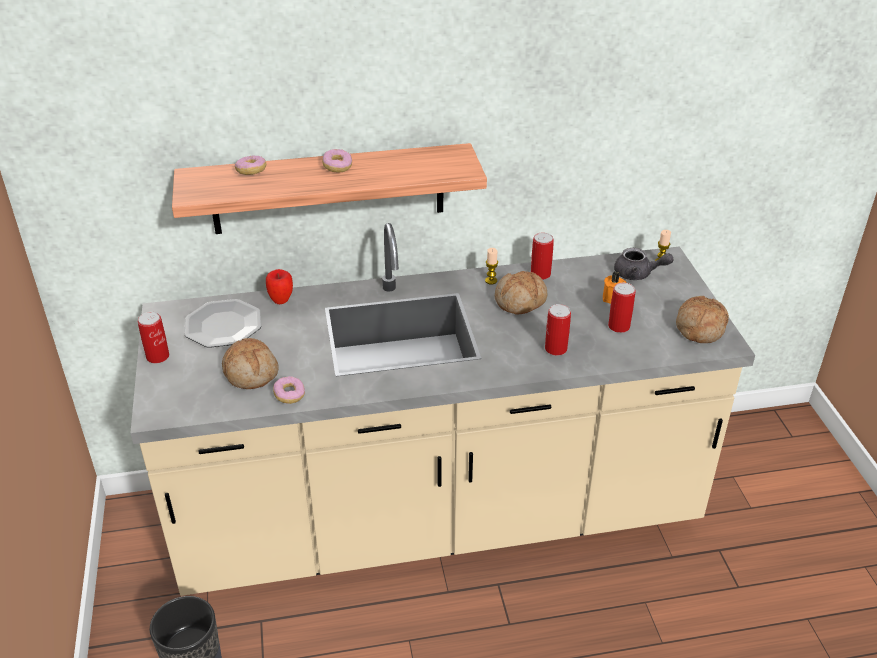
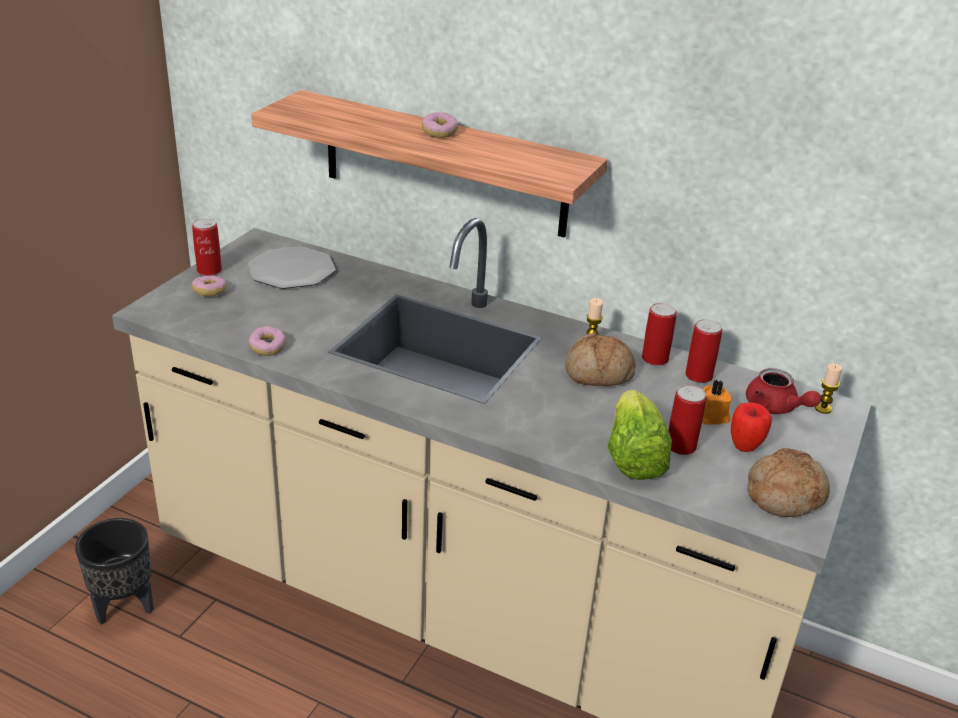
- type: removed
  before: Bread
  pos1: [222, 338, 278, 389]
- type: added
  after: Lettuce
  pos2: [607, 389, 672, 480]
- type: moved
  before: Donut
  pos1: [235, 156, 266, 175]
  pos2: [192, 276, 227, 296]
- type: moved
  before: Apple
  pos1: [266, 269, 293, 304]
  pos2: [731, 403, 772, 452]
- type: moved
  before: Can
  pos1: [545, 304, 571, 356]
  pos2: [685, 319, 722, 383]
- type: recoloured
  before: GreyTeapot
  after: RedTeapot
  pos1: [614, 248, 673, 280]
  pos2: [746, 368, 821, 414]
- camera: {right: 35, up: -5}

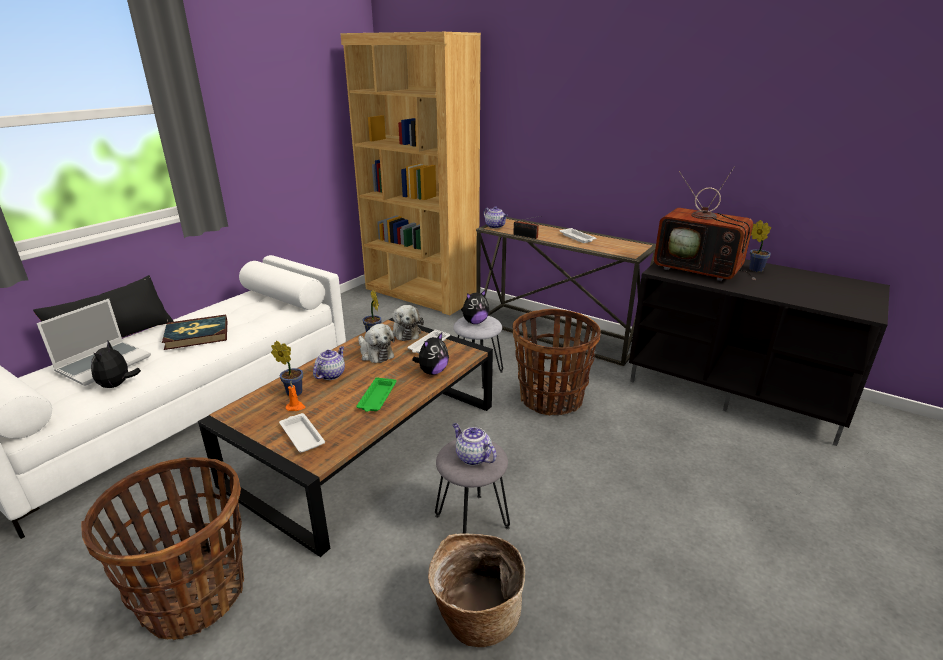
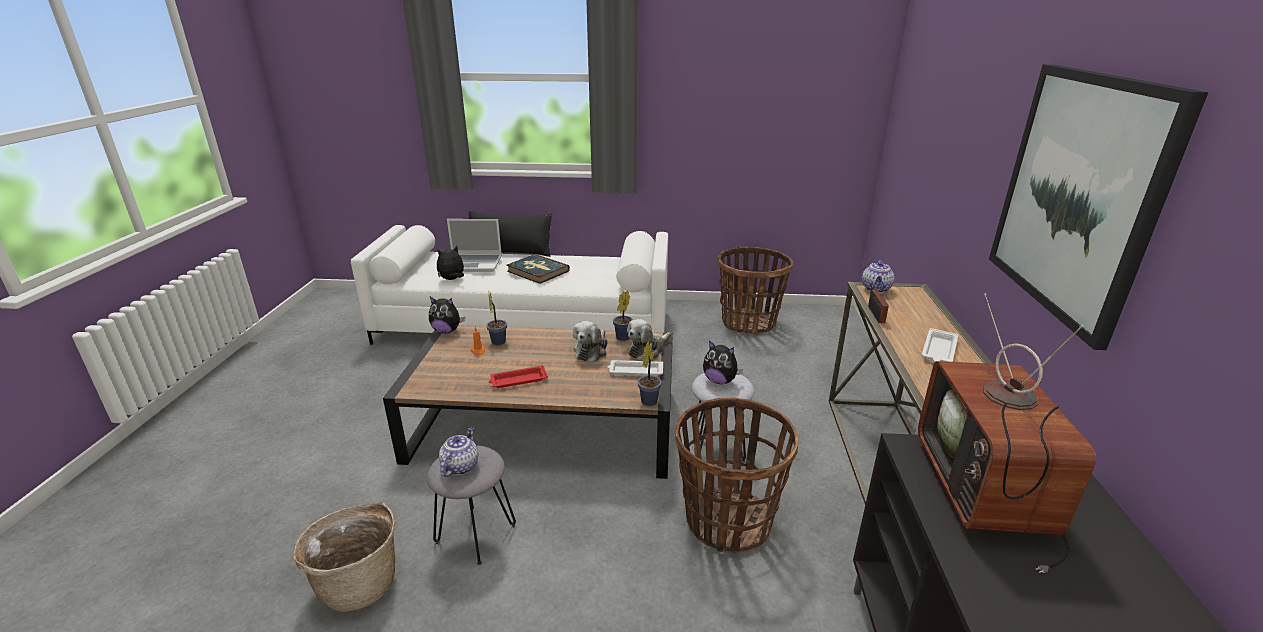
- type: removed
  before: WhiteTray
  pos1: [279, 413, 325, 453]
- type: removed
  before: Teapot
  pos1: [313, 346, 345, 380]
- type: removed
  before: BrownBookcase
  pos1: [340, 32, 481, 315]
- type: added
  after: Picture
  pos2: [989, 64, 1208, 350]
- type: moved
  before: Basket
  pos1: [81, 457, 244, 640]
  pos2: [718, 247, 793, 334]
- type: moved
  before: PlushToy
  pos1: [412, 333, 449, 375]
  pos2: [429, 297, 465, 333]
- type: moved
  before: PottedPlant
  pos1: [749, 220, 771, 272]
  pos2: [638, 342, 662, 406]
- type: recoloured
  before: GreenTray
  after: RedTray
  pos1: [356, 377, 397, 412]
  pos2: [489, 365, 548, 388]
- camera: {right: 60, up: 0}

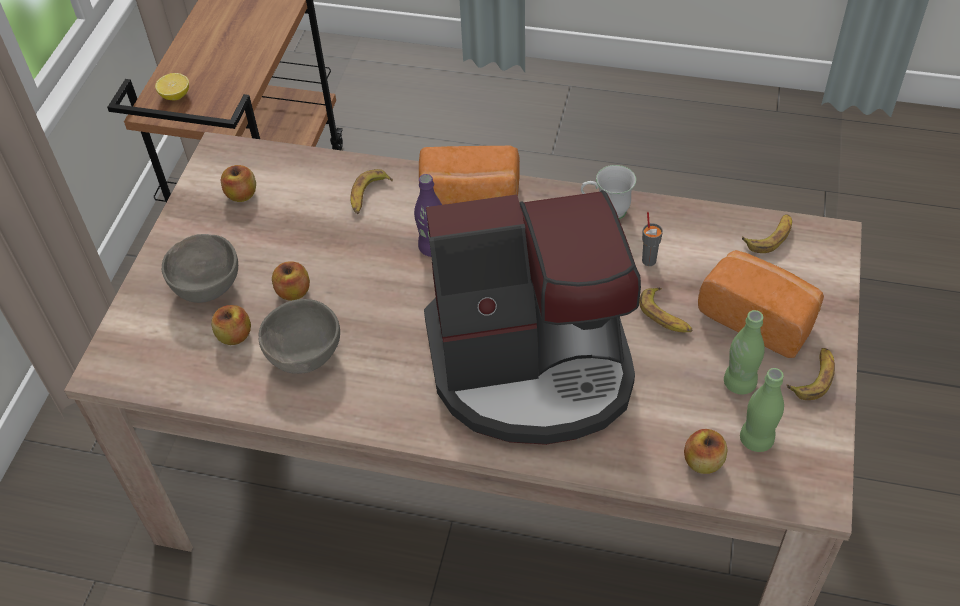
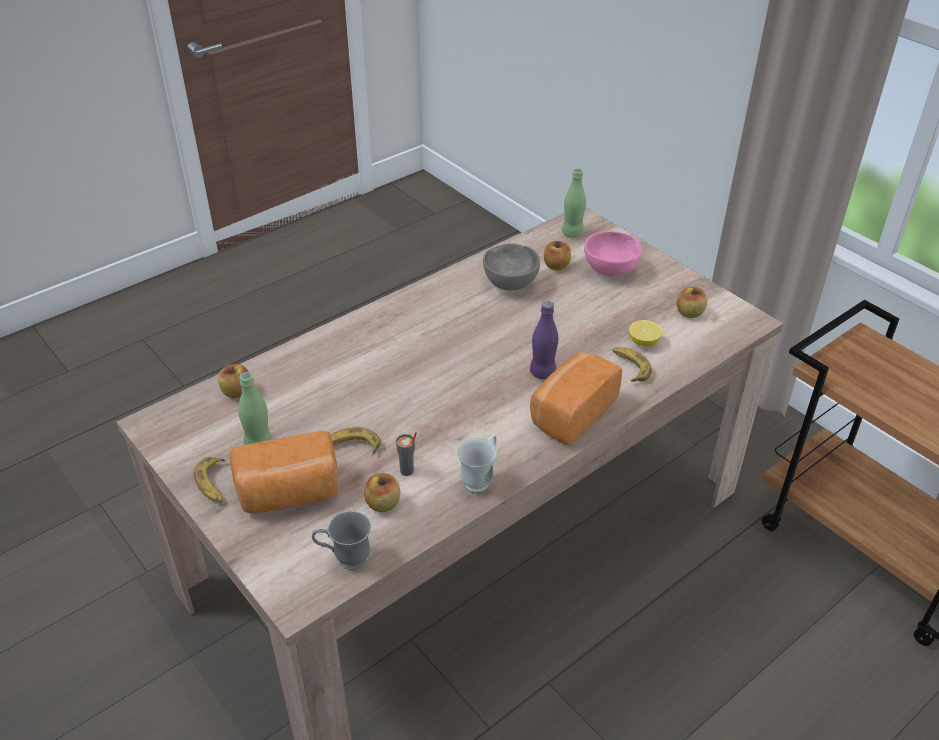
- type: removed
  before: CoffeeMachine
  pos1: [424, 190, 641, 445]
- type: moved
  before: Lemon
  pos1: [155, 73, 189, 100]
  pos2: [629, 320, 662, 346]
- type: moved
  before: Apple
  pos1: [272, 261, 310, 301]
  pos2: [364, 473, 400, 512]
- type: moved
  before: GreenBottle
  pos1: [740, 368, 784, 452]
  pos2: [562, 168, 586, 238]
- type: replaced
  before: Banana
  after: GreyMug
  pos1: [742, 214, 792, 253]
  pos2: [312, 511, 371, 570]
- type: recoloured
  before: GreyBowl
  after: PinkBowl
  pos1: [162, 234, 238, 303]
  pos2: [584, 231, 642, 276]
- camera: {right: 125, up: -10}

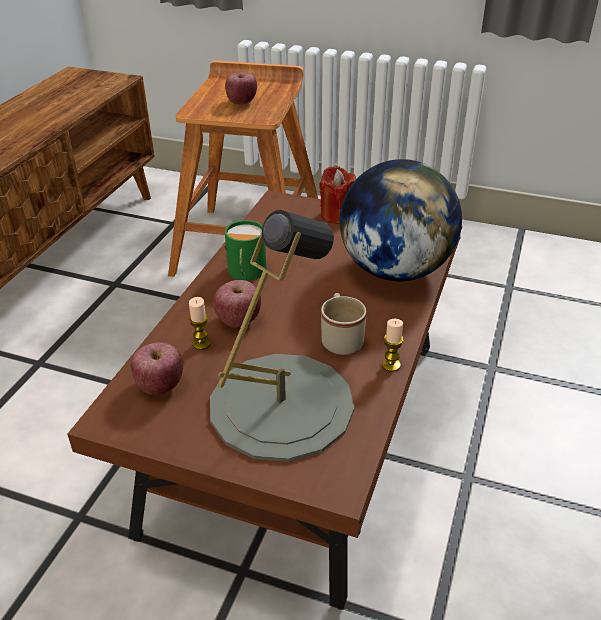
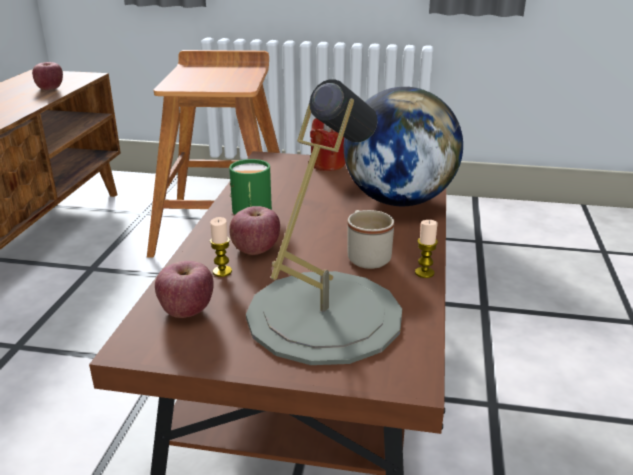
- type: moved
  before: Apple
  pos1: [225, 72, 257, 105]
  pos2: [32, 62, 63, 90]
- camera: {right: -10, up: -10}

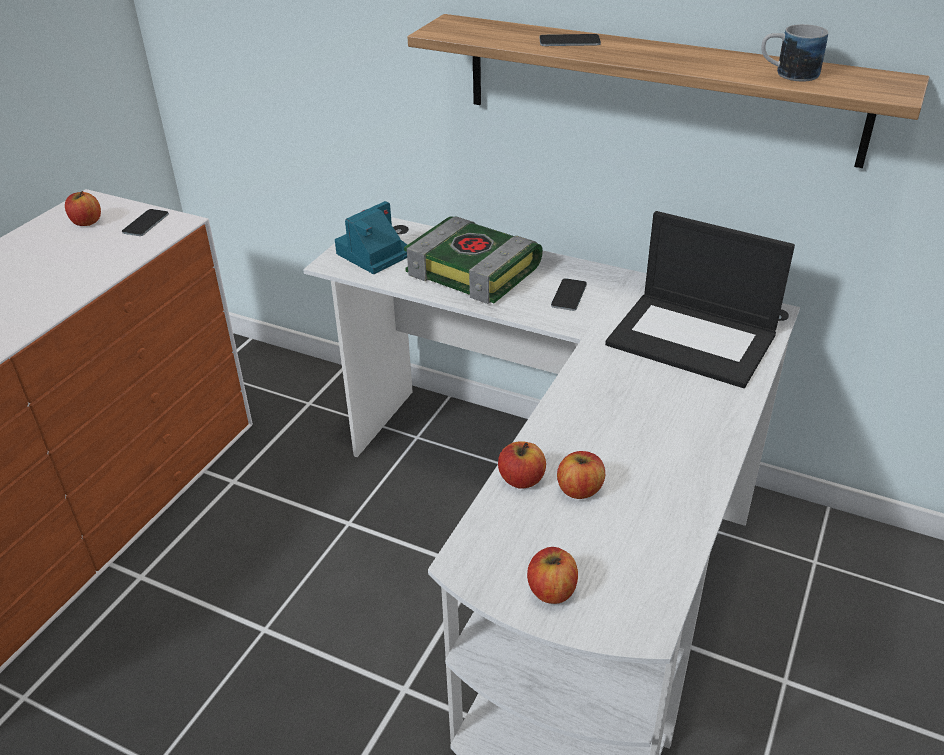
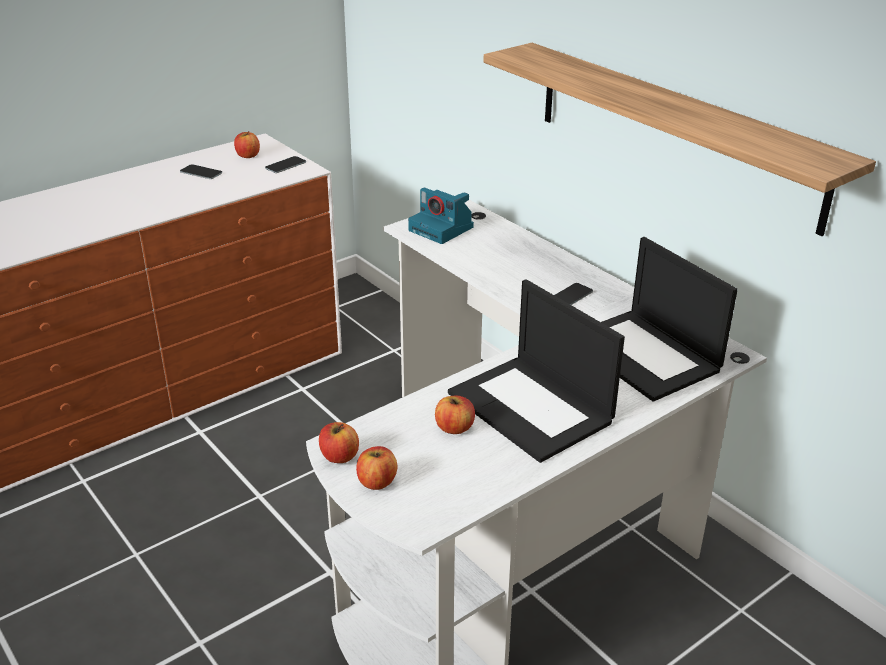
- type: removed
  before: Book
  pos1: [404, 216, 543, 304]
- type: removed
  before: Mug
  pos1: [761, 24, 828, 81]
- type: added
  after: Laptop
  pos2: [448, 279, 625, 463]
- type: moved
  before: Apple
  pos1: [498, 441, 546, 489]
  pos2: [319, 422, 359, 463]
- type: moved
  before: Phone
  pos1: [539, 34, 601, 46]
  pos2: [180, 164, 222, 179]
- type: turned
  before: PhotoCamera
  pos1: [335, 201, 407, 274]
  pos2: [408, 187, 474, 244]
  turn: -120
- camera: {right: 25, up: -5}

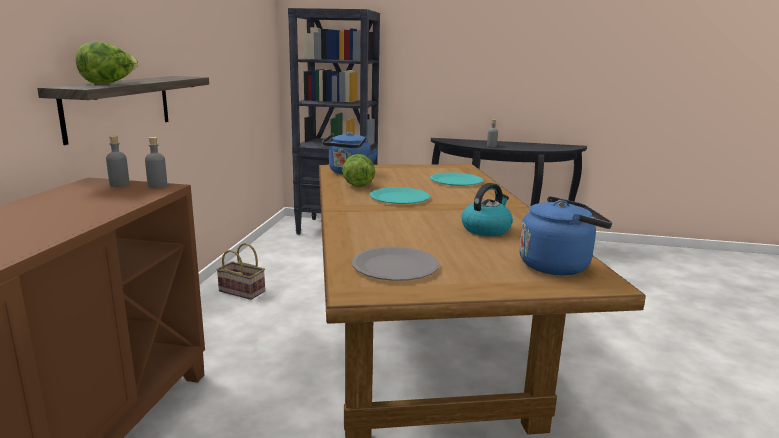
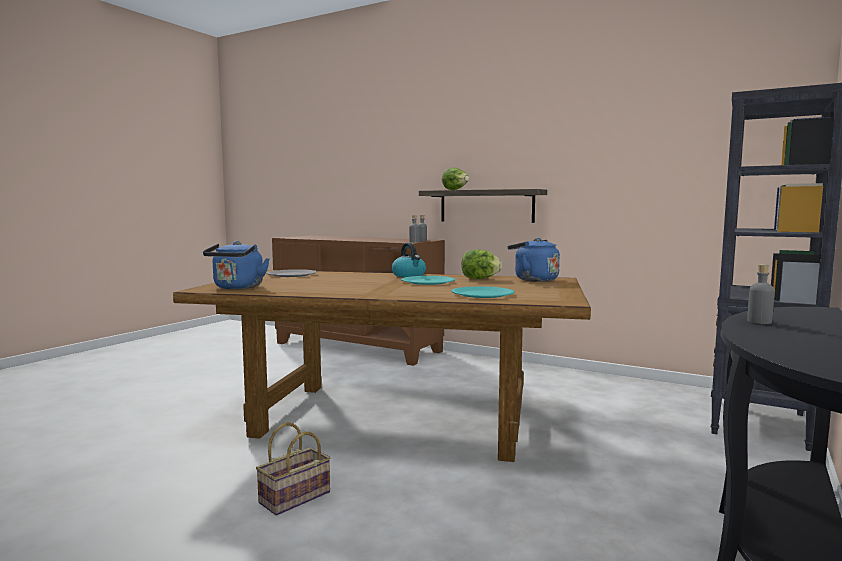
- type: moved
  before: Basket
  pos1: [216, 243, 265, 300]
  pos2: [256, 422, 330, 516]
- type: moved
  before: Kettle
  pos1: [462, 183, 513, 236]
  pos2: [392, 243, 426, 277]
- camera: {right: 110, up: -10}

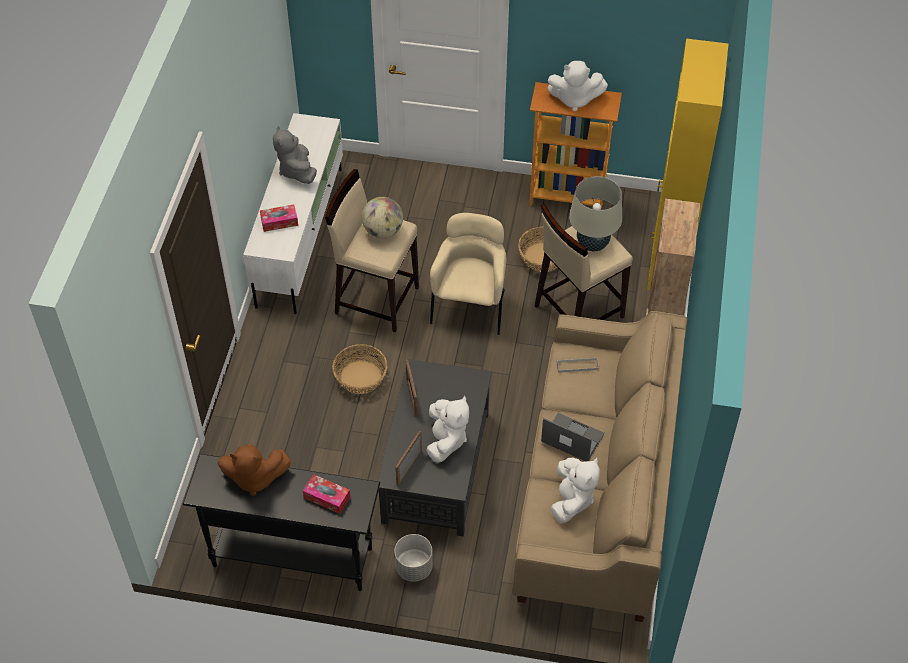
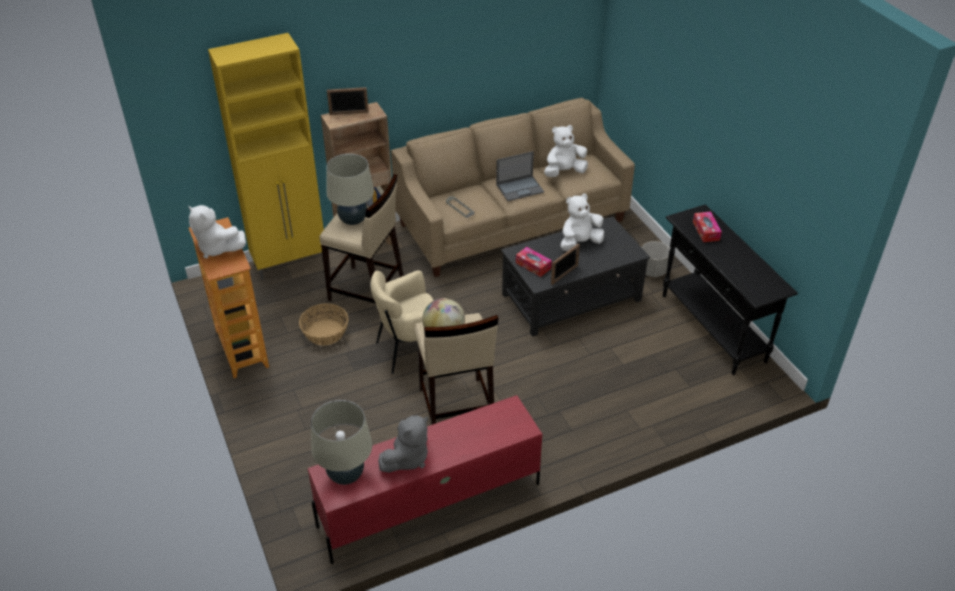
- type: removed
  before: BrownPlushToy
  pos1: [217, 444, 291, 496]
- type: removed
  before: Basket
  pos1: [332, 344, 387, 394]
- type: added
  after: BeigeTableLamp
  pos2: [311, 400, 372, 485]
- type: moved
  before: TissueBox
  pos1: [260, 204, 298, 232]
  pos2: [516, 247, 552, 277]
- type: moved
  before: PictureFrame
  pos1: [395, 431, 422, 486]
  pos2: [327, 87, 369, 115]
- type: recoloured
  before: WhiteTvStand
  after: RedTvStand
  pos1: [243, 113, 343, 314]
  pos2: [308, 395, 542, 564]
- type: turned
  before: Laptop
  pos1: [541, 413, 605, 461]
  pos2: [496, 151, 544, 201]
  turn: -105
- type: turned
  before: WhitePlushToy
  pos1: [547, 61, 608, 111]
  pos2: [188, 205, 246, 259]
  turn: 150
- camera: {right: -125, up: -10}

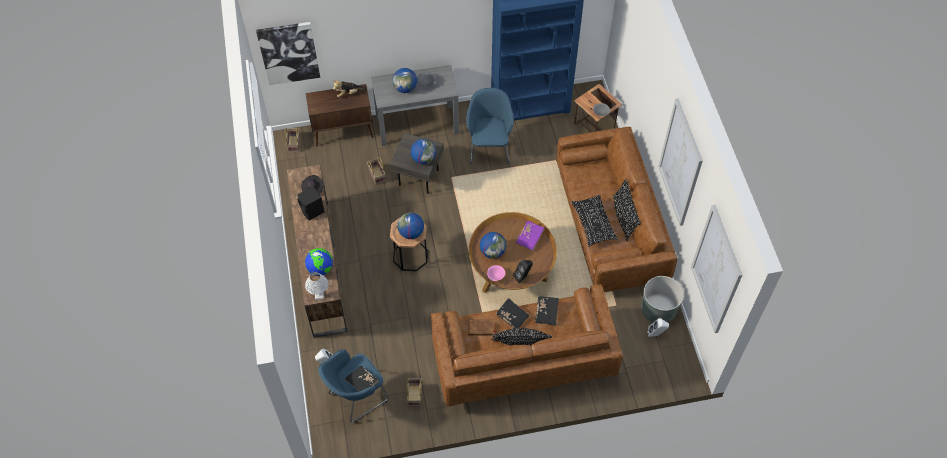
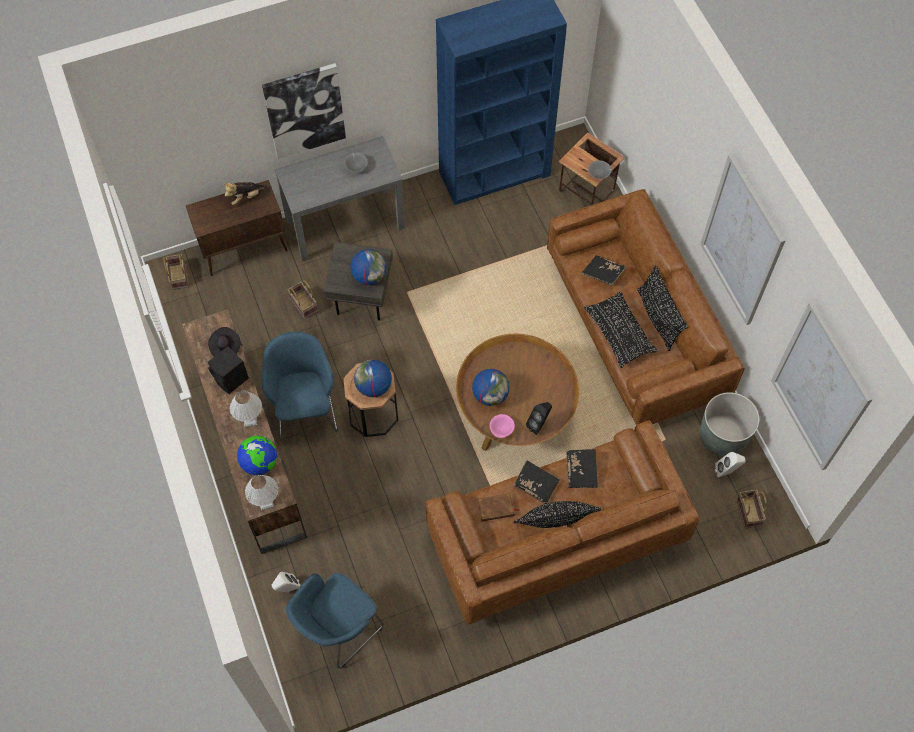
- type: removed
  before: Globe
  pos1: [392, 68, 417, 93]
- type: removed
  before: PurpleBook
  pos1: [516, 221, 545, 251]
- type: added
  after: WhiteTableLamp
  pos2: [230, 391, 262, 427]
- type: moved
  before: Picture
  pos1: [256, 22, 320, 85]
  pos2: [262, 63, 346, 159]
- type: moved
  before: BlackBook
  pos1: [345, 366, 379, 391]
  pos2: [582, 256, 626, 286]
- type: moved
  before: Basket
  pos1: [407, 378, 422, 406]
  pos2: [737, 489, 767, 528]
- type: moved
  before: BlueArmchair
  pos1: [466, 88, 514, 164]
  pos2: [261, 332, 338, 441]
- camera: {right: -10, up: 5}

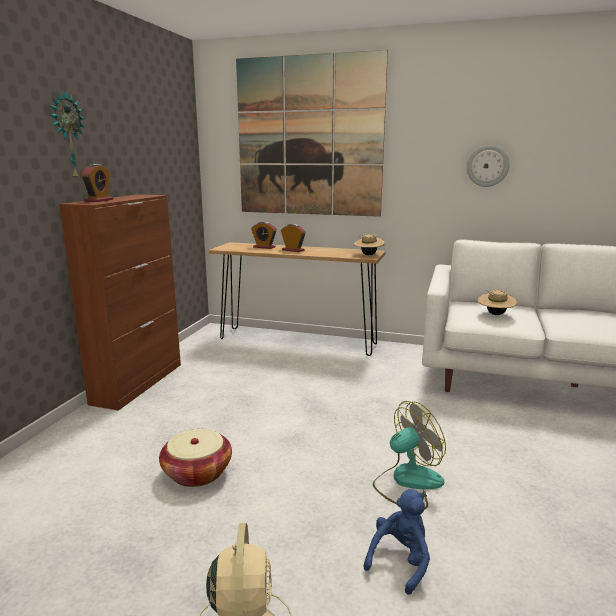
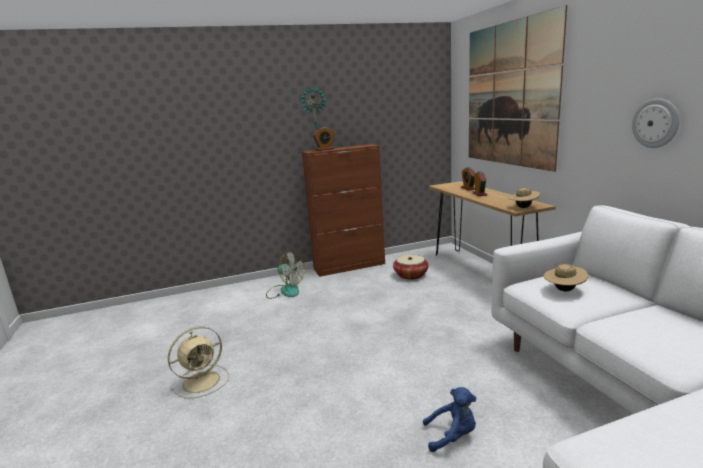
- type: moved
  before: Basket
  pos1: [159, 429, 232, 487]
  pos2: [393, 255, 429, 280]
- type: moved
  before: BluePlushToy
  pos1: [364, 489, 430, 595]
  pos2: [423, 387, 476, 452]
- type: moved
  before: Fan
  pos1: [373, 401, 446, 510]
  pos2: [266, 251, 305, 299]
- camera: {right: 55, up: 0}

